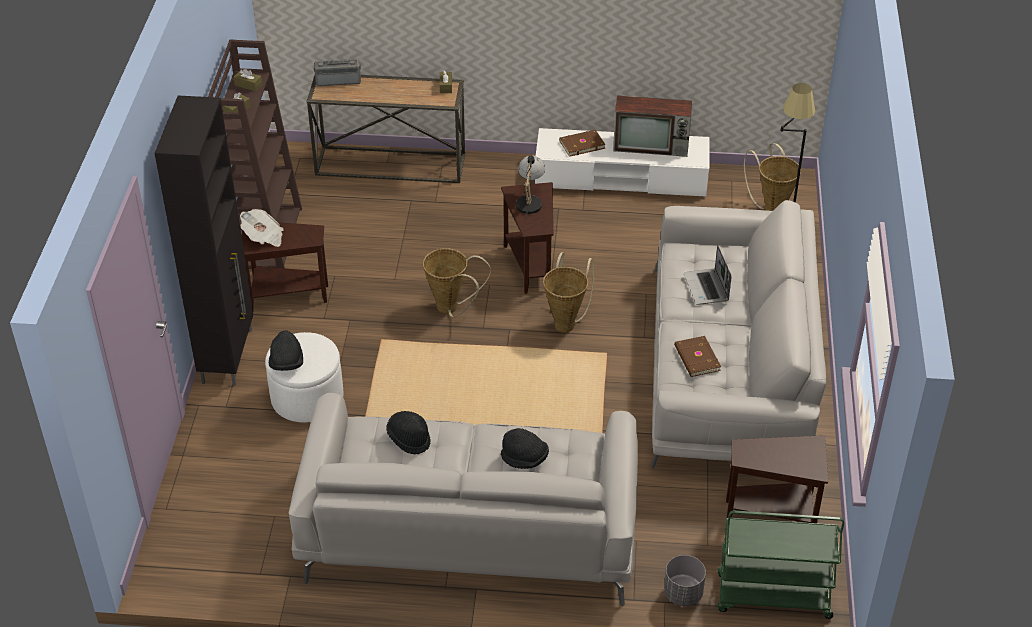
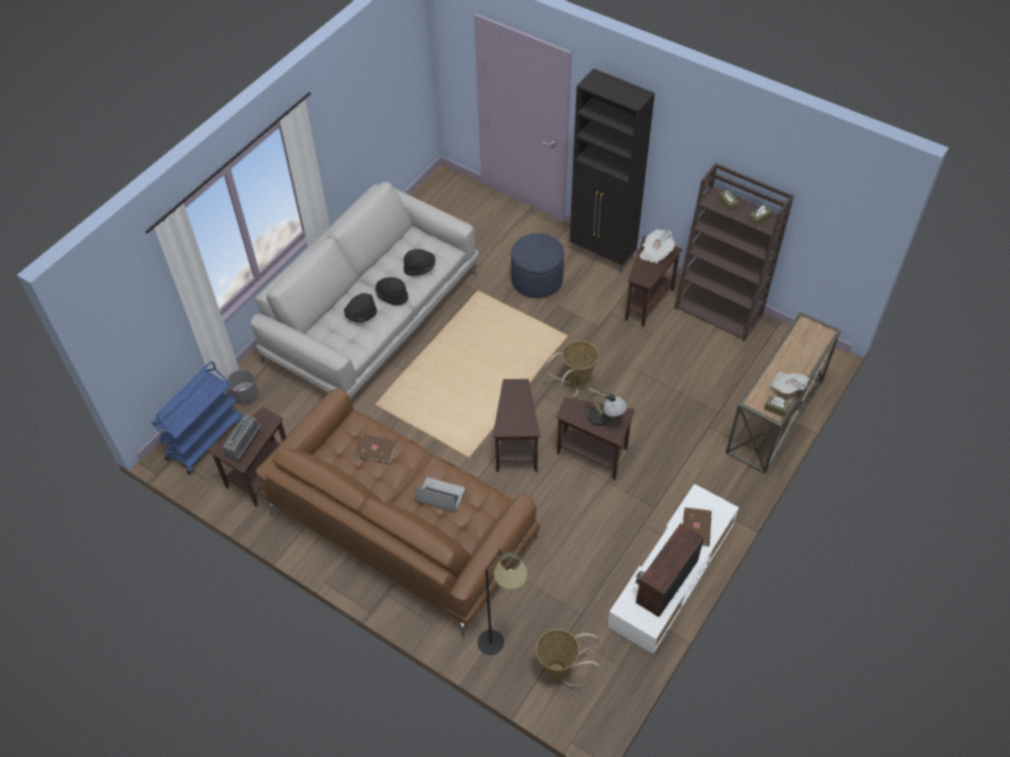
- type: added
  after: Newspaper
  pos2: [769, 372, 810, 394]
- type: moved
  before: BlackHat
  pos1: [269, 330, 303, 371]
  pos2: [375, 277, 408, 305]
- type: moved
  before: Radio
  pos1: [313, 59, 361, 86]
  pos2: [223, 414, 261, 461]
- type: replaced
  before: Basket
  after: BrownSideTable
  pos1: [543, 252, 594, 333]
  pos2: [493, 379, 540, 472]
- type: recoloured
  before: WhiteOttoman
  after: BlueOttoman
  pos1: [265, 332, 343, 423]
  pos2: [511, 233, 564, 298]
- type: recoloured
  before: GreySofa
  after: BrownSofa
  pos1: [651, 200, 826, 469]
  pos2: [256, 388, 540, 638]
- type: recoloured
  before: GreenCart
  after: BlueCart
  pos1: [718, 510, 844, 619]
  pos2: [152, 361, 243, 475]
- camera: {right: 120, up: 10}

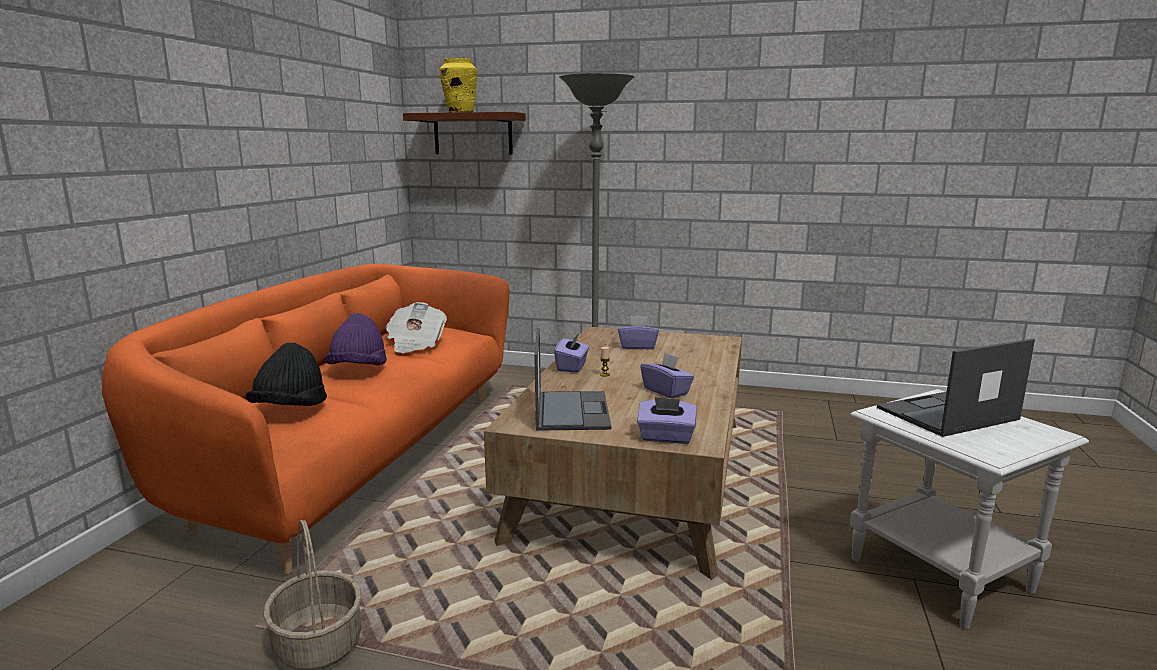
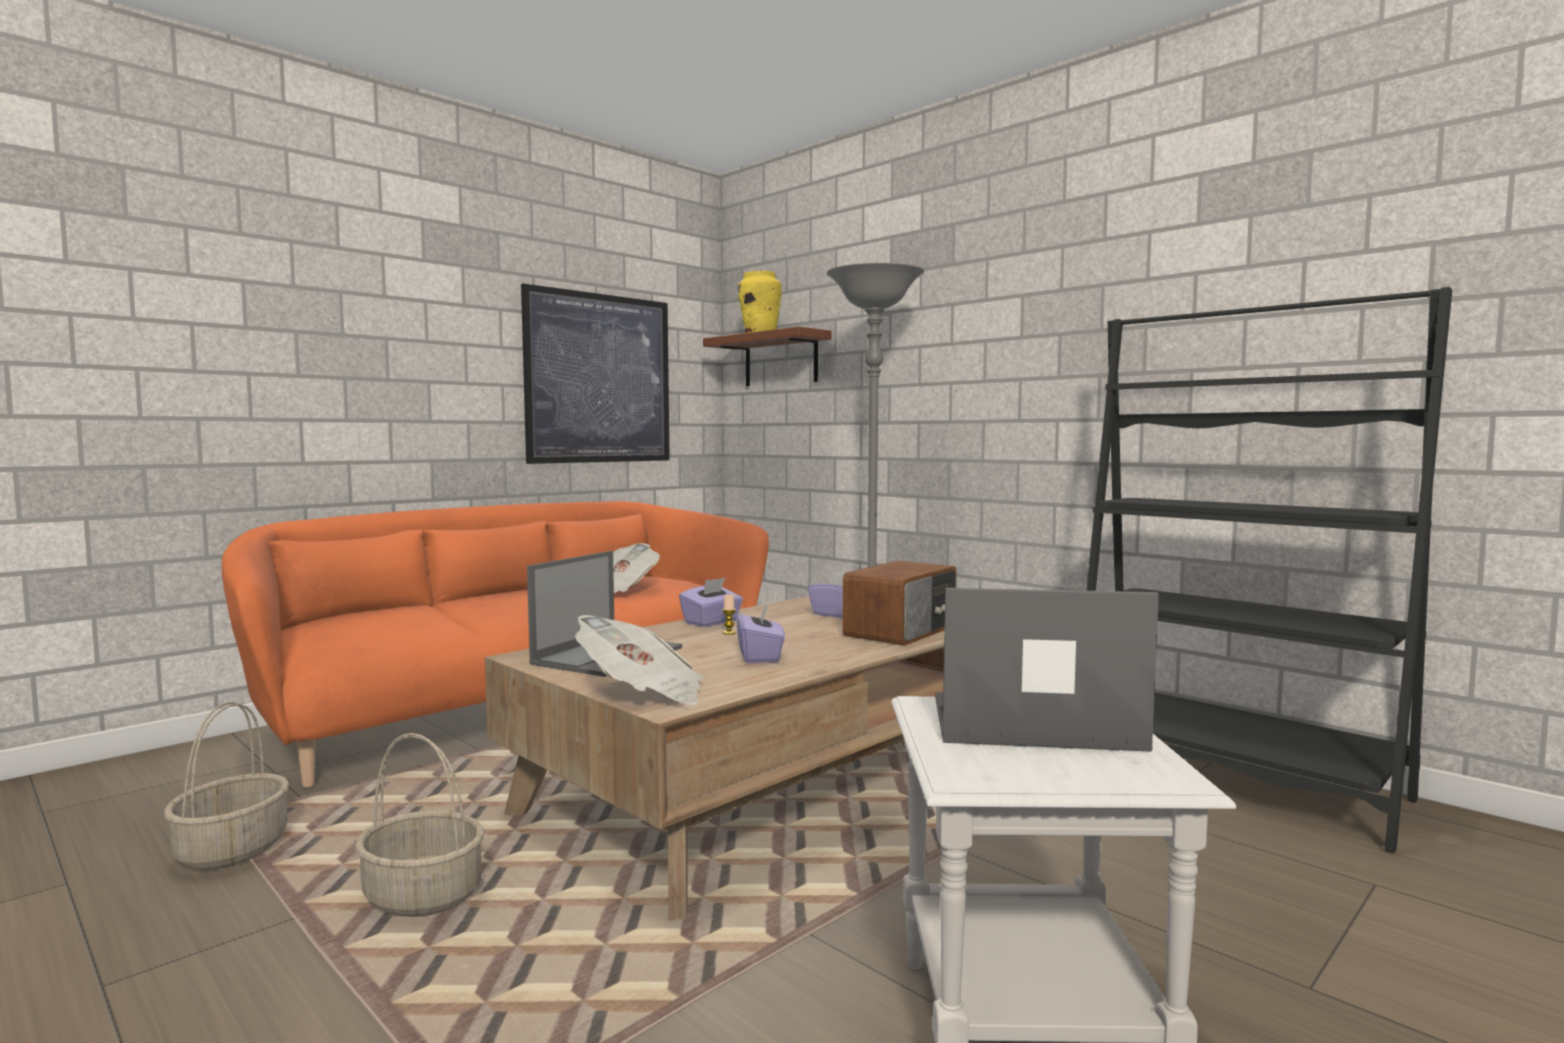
- type: removed
  before: BlackHat
  pos1: [246, 343, 327, 406]
- type: removed
  before: PurpleHat
  pos1: [324, 313, 387, 365]
- type: added
  after: Basket
  pos2: [355, 733, 484, 917]
- type: added
  after: Picture
  pos2: [521, 283, 670, 464]
- type: added
  after: Radio
  pos2: [842, 561, 956, 646]
- type: added
  after: BlackBookcase
  pos2: [1086, 287, 1452, 853]
- type: replaced
  before: PurpleTissueBox
  after: Newspaper
  pos1: [637, 397, 697, 444]
  pos2: [575, 615, 703, 705]
- camera: {right: 30, up: -10}

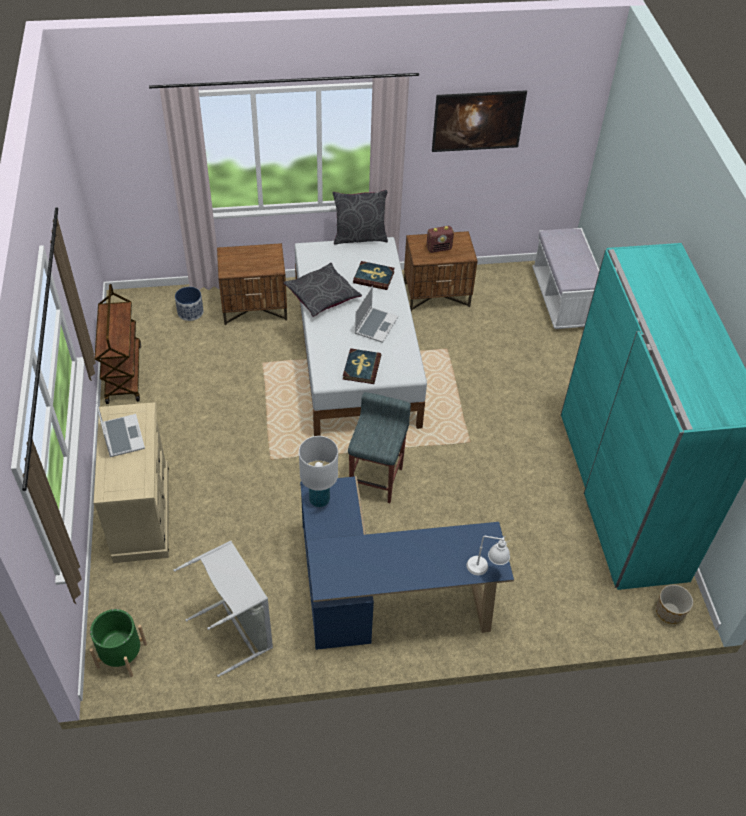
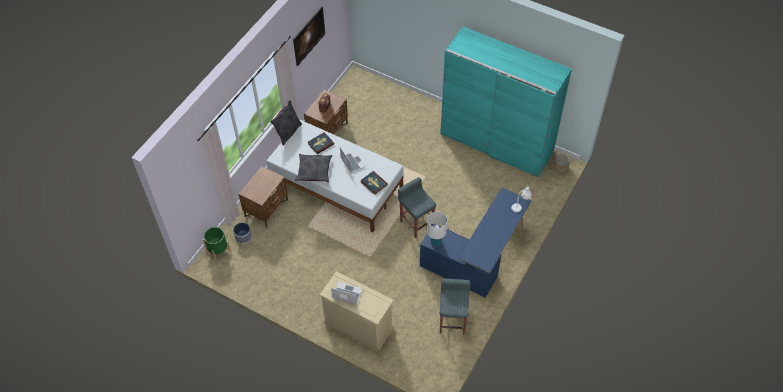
- type: removed
  before: BrownCart
  pos1: [95, 284, 141, 404]
- type: removed
  before: WhiteBench
  pos1: [532, 228, 599, 329]
- type: moved
  before: GreenPlanter
  pos1: [90, 609, 147, 677]
  pos2: [203, 227, 231, 261]
- type: replaced
  before: GreyLaundryBasket
  after: GreyStool
  pos1: [173, 541, 273, 677]
  pos2: [440, 279, 470, 335]
- camera: {right: -50, up: 5}

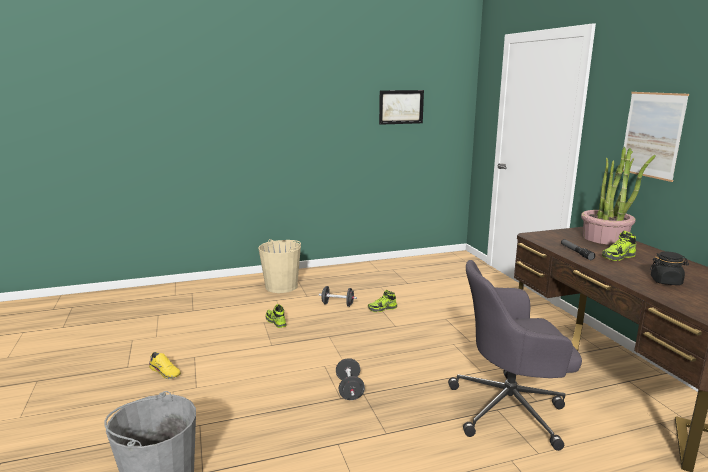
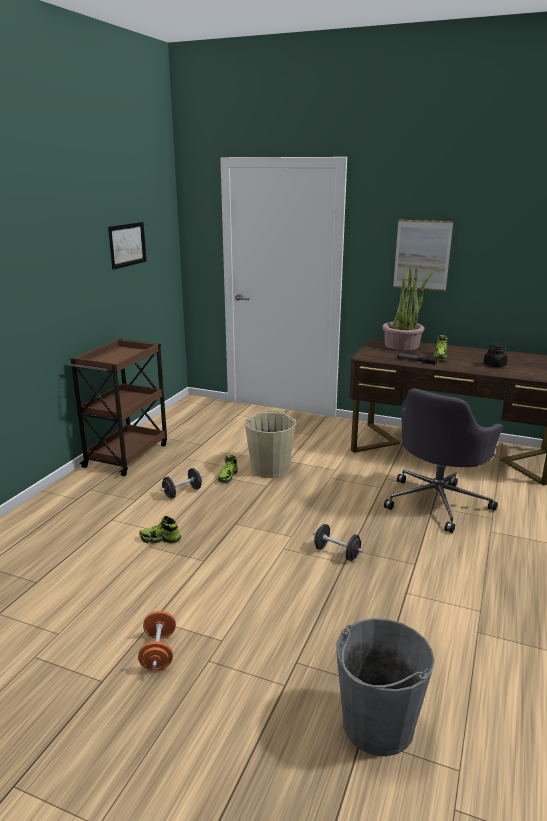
- type: added
  after: BrownCart
  pos2: [68, 339, 167, 476]
- type: moved
  before: BeigeBucket
  pos1: [258, 239, 301, 293]
  pos2: [245, 410, 296, 478]
- type: replaced
  before: YellowShoe
  after: OrangeDumbbell
  pos1: [149, 352, 181, 379]
  pos2: [138, 611, 176, 670]
- camera: {right: -50, up: 5}

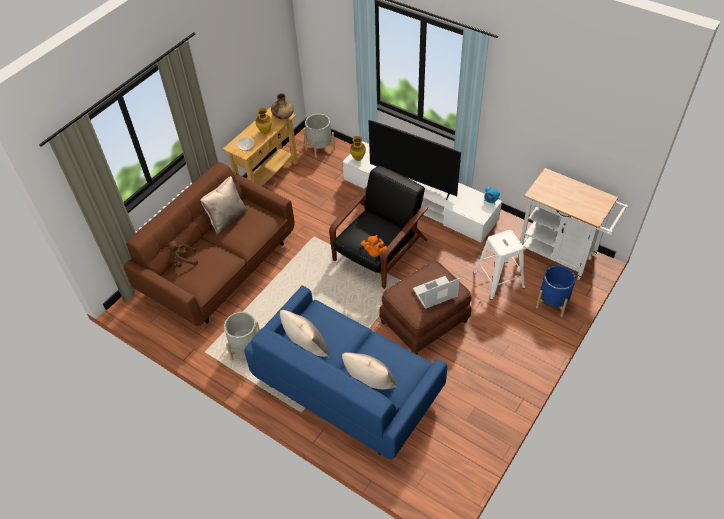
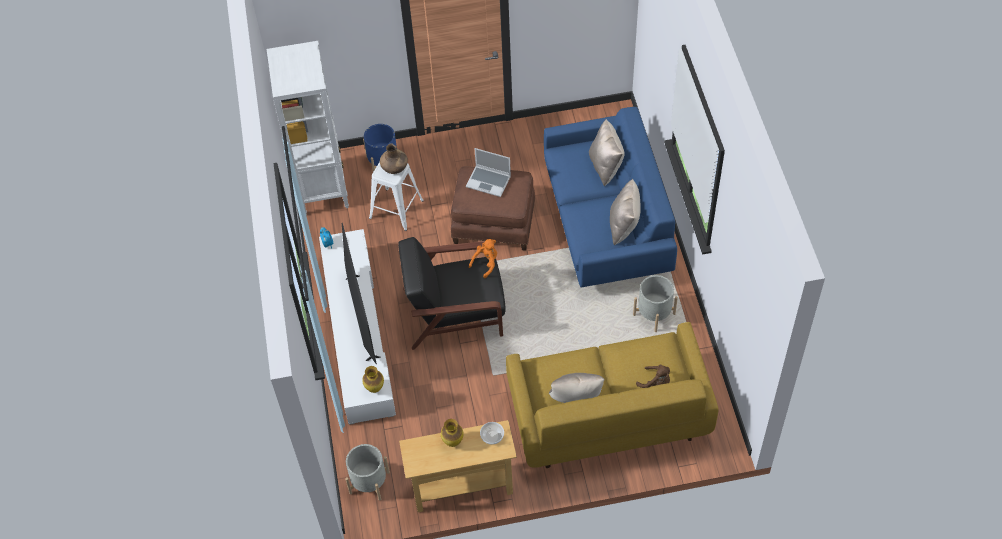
- type: moved
  before: BrownVase
  pos1: [271, 93, 294, 119]
  pos2: [380, 144, 408, 174]
- type: replaced
  before: WhiteCart
  after: WhiteBookcase
  pos1: [520, 168, 628, 280]
  pos2: [267, 41, 349, 215]
- type: recoloured
  before: BrownSofa
  after: YellowSofa
  pos1: [124, 162, 295, 326]
  pos2: [506, 322, 719, 468]
- camera: {right: -135, up: 5}

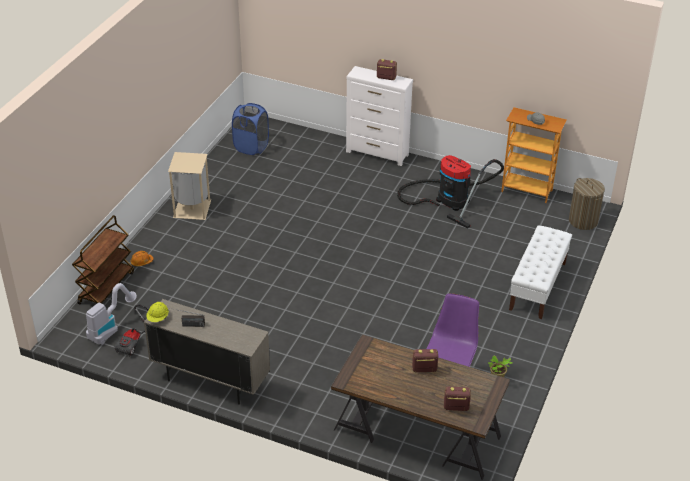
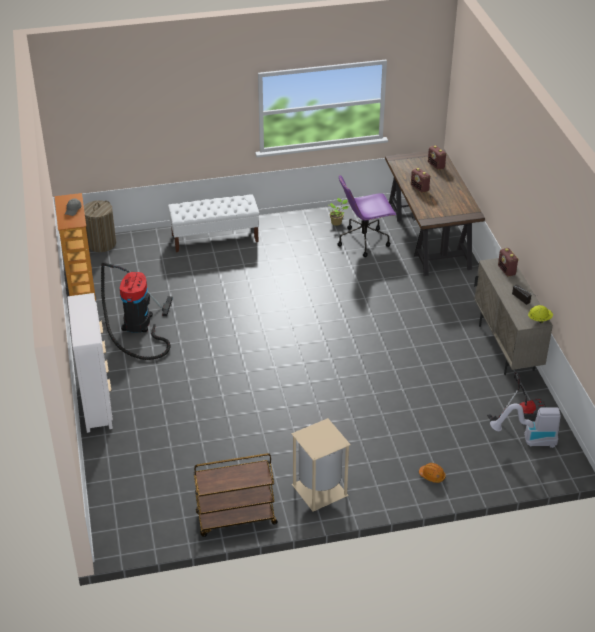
- type: removed
  before: BlueLaundryBasket
  pos1: [232, 103, 269, 155]
- type: moved
  before: BrownCart
  pos1: [72, 215, 134, 304]
  pos2: [193, 453, 278, 537]
- type: moved
  before: Radio
  pos1: [377, 59, 397, 80]
  pos2: [498, 248, 518, 277]
- camera: {right: -125, up: 0}

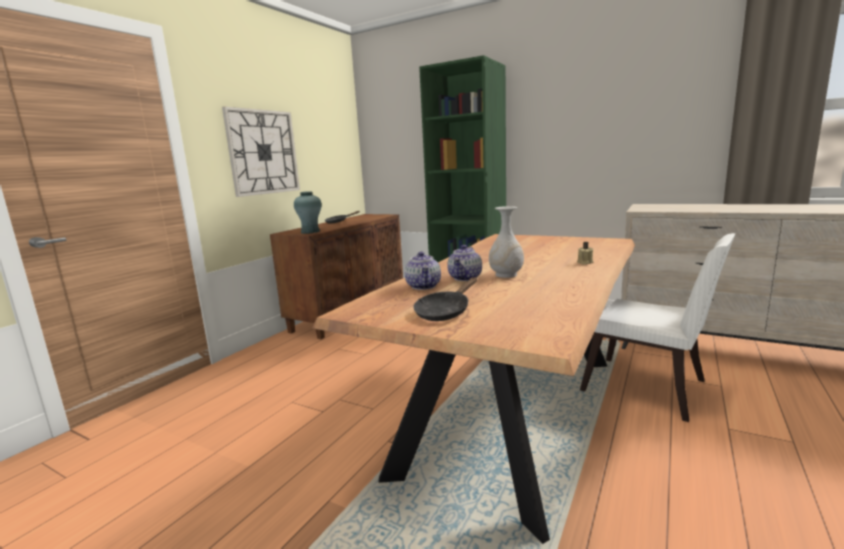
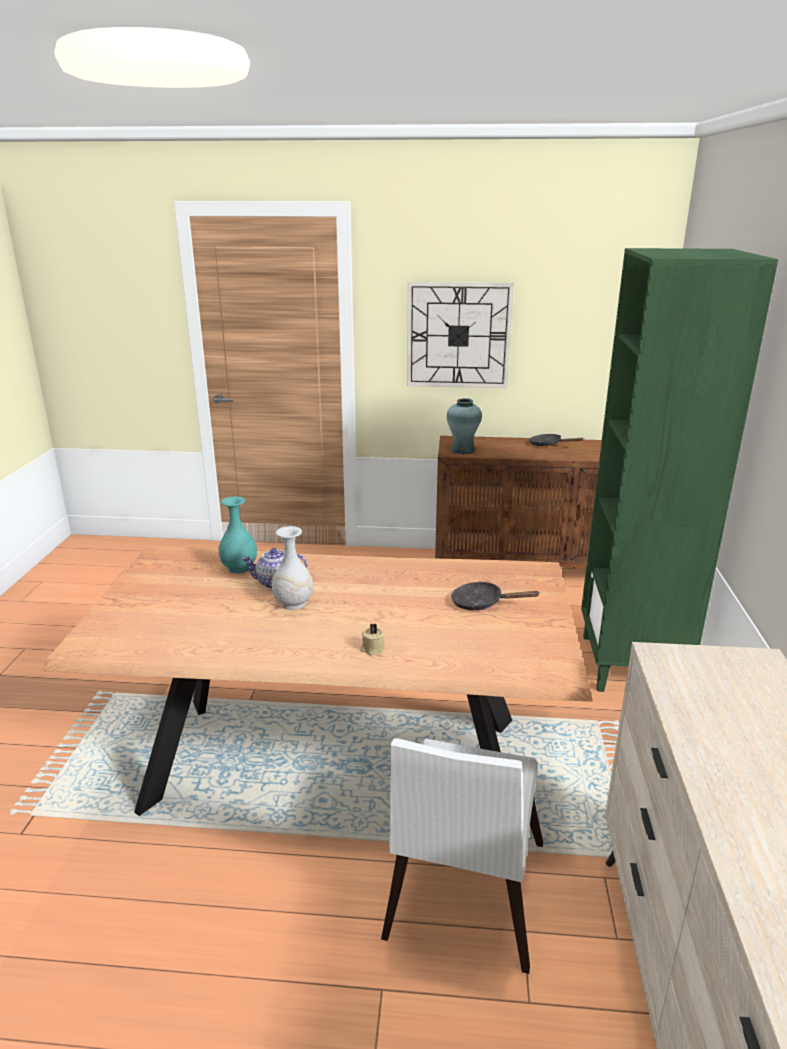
- type: moved
  before: BlackFryingPan
  pos1: [413, 277, 477, 321]
  pos2: [451, 581, 540, 610]
- type: replaced
  before: Teapot
  after: TurquoiseVase
  pos1: [404, 252, 441, 290]
  pos2: [219, 496, 257, 573]
- camera: {right: 65, up: 10}

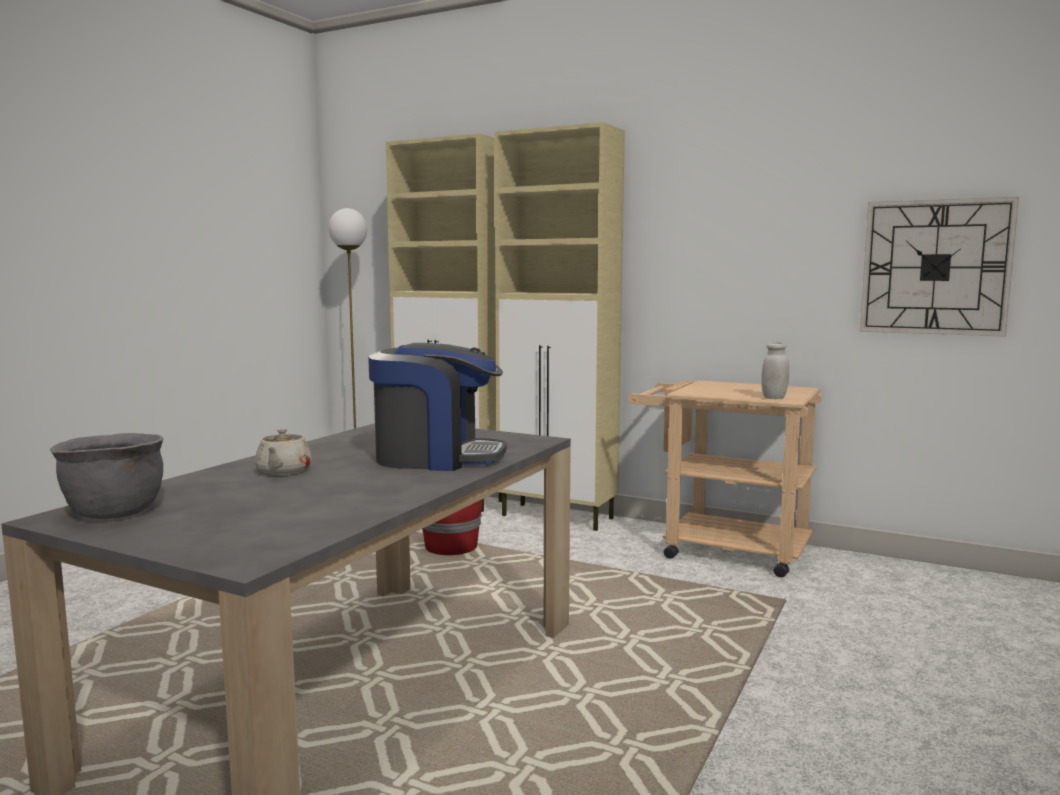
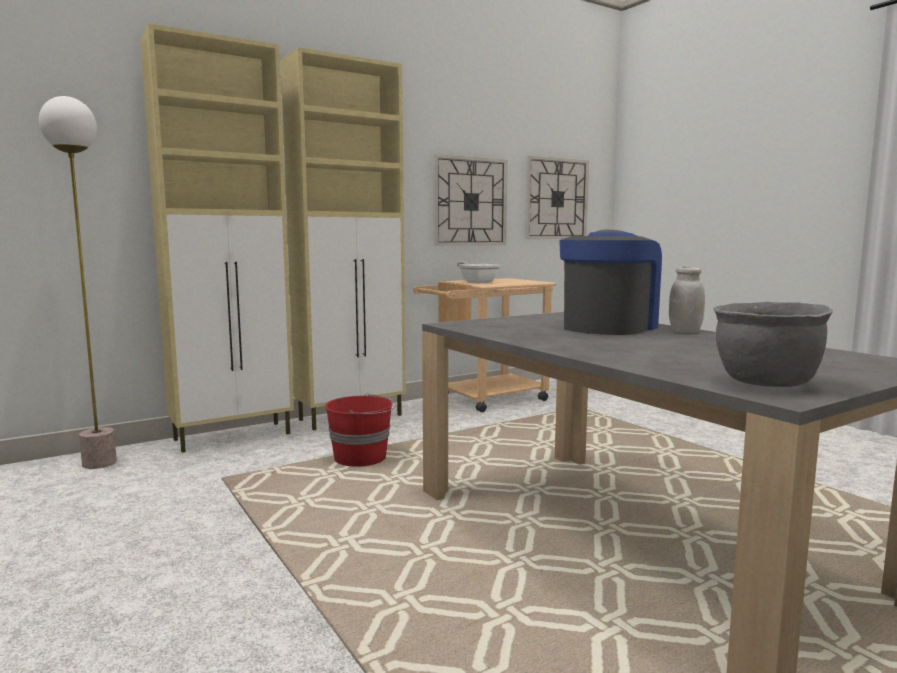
- type: removed
  before: BeigeTeapot
  pos1: [255, 429, 312, 475]
- type: added
  after: WallClock
  pos2: [433, 154, 507, 246]
- type: added
  after: FryingPan
  pos2: [457, 262, 501, 284]
- type: moved
  before: WhiteJar
  pos1: [761, 342, 789, 399]
  pos2: [669, 266, 705, 333]
- camera: {right: -60, up: 0}

